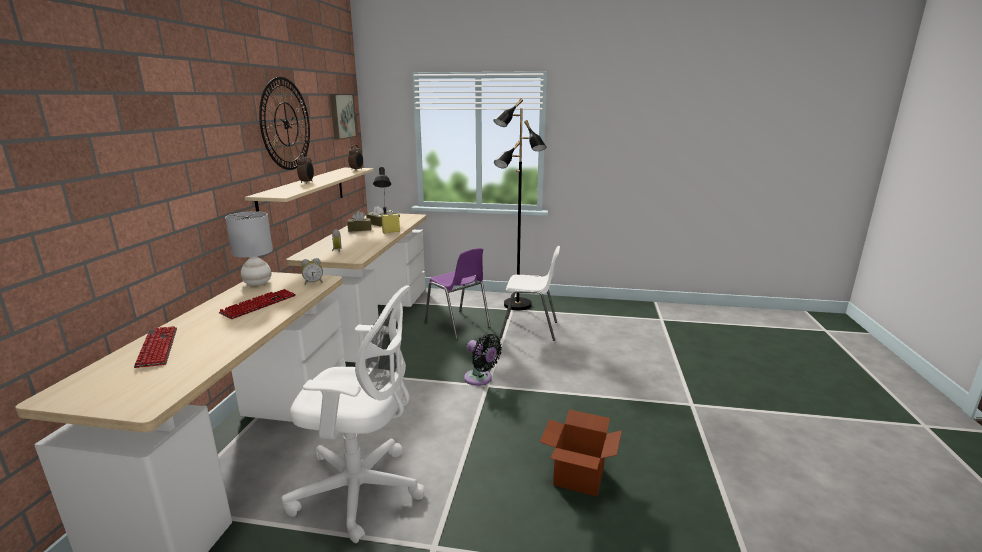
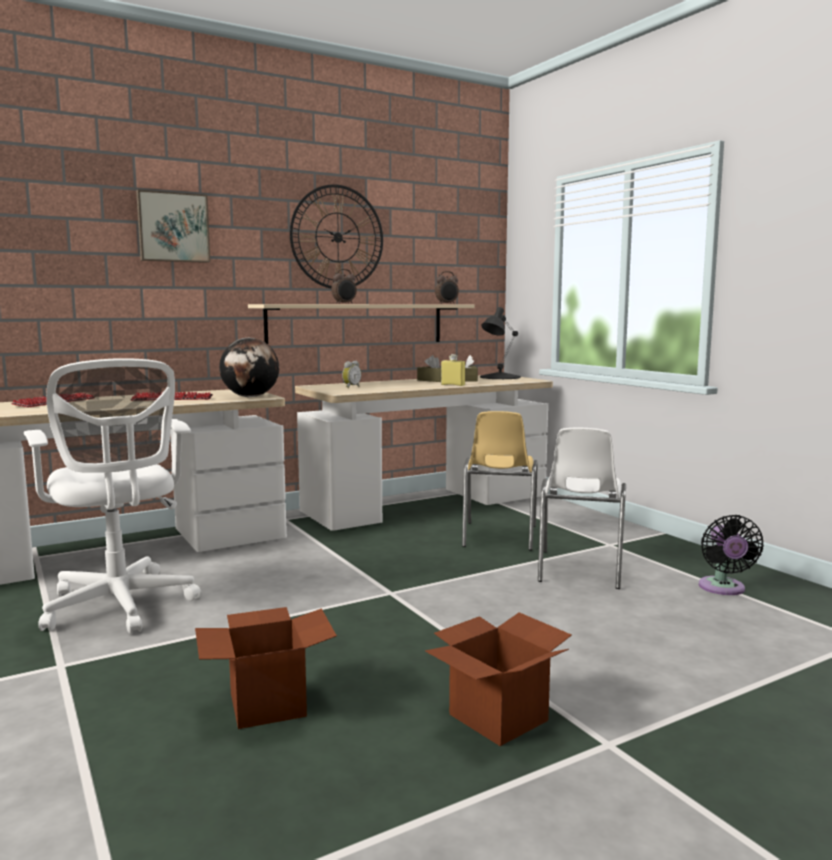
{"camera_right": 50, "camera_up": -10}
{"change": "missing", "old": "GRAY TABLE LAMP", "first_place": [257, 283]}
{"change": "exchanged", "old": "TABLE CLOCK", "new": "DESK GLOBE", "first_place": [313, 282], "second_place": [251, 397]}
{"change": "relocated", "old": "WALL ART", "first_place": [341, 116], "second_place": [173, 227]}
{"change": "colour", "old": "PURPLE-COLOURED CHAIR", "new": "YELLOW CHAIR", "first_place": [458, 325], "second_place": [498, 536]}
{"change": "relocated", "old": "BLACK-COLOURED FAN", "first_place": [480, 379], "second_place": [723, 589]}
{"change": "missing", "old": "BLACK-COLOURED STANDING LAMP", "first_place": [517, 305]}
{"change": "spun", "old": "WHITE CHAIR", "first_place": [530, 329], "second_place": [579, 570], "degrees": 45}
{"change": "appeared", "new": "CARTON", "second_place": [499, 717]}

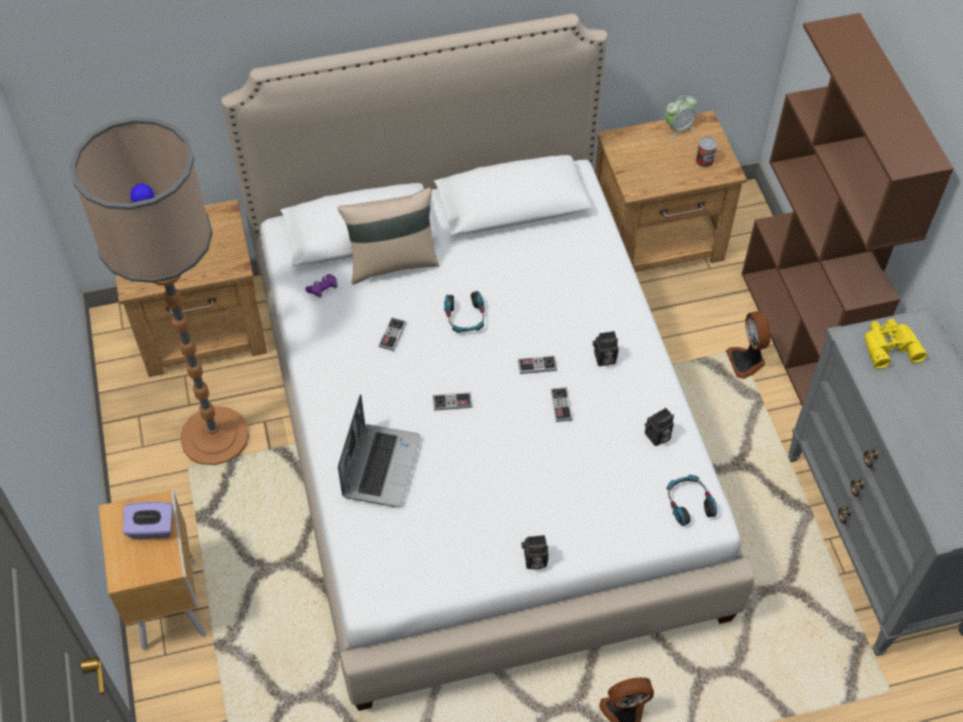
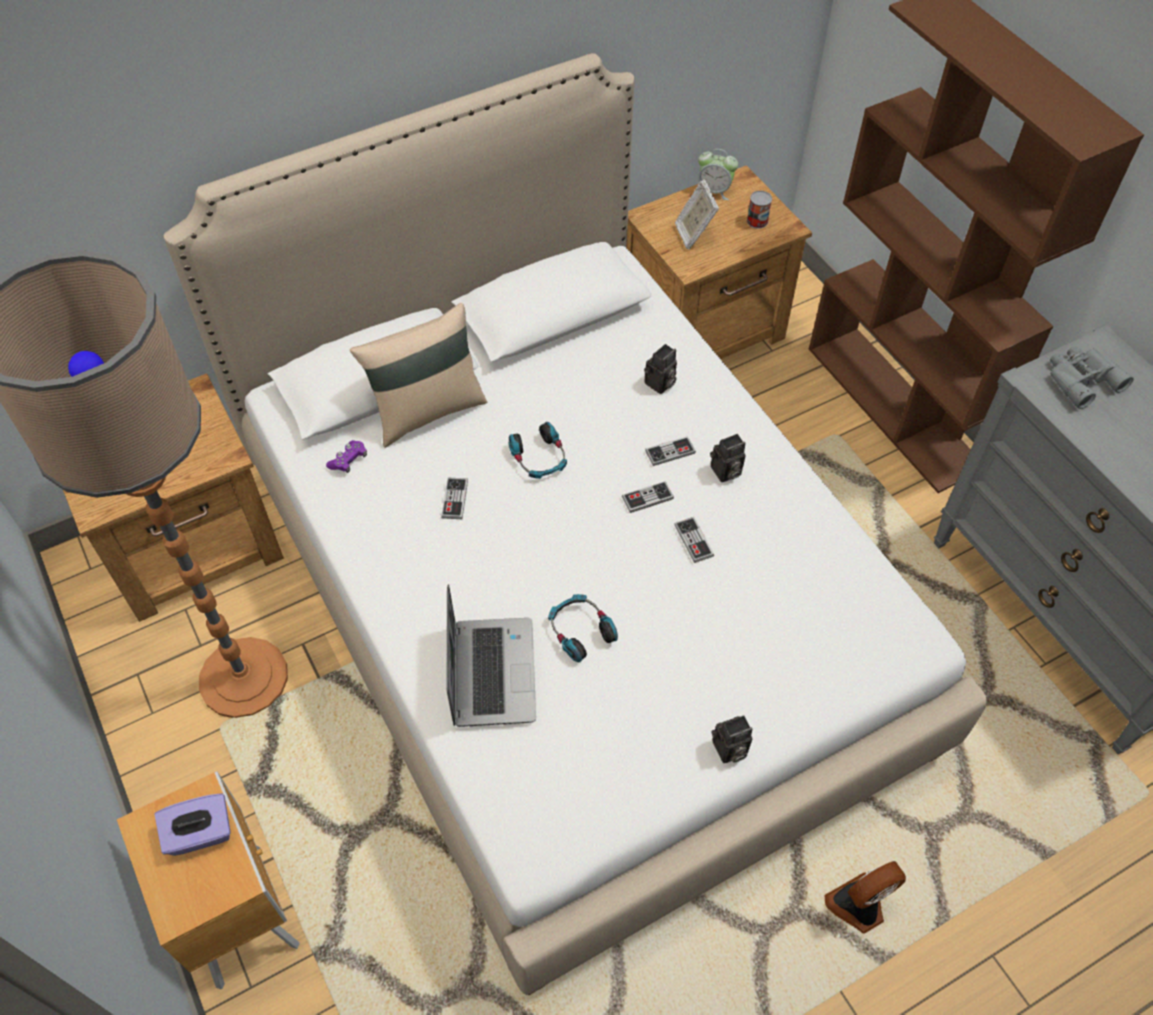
{"camera_right": -15, "camera_up": 0}
{"change": "relocated", "old": "GAME CONTROLLER", "first_place": [452, 402], "second_place": [670, 452]}
{"change": "relocated", "old": "STILL CAMERA", "first_place": [657, 437], "second_place": [660, 384]}
{"change": "spun", "old": "TABLE CLOCK", "first_place": [678, 128], "second_place": [714, 191], "degrees": 60}
{"change": "relocated", "old": "HEADSET", "first_place": [689, 503], "second_place": [580, 631]}
{"change": "missing", "old": "FAN", "first_place": [746, 361]}
{"change": "colour", "old": "YELLOW FIELD GLASSES", "new": "GRAY FIELD GLASSES", "first_place": [889, 345], "second_place": [1080, 379]}
{"change": "appeared", "new": "PICTURE FRAME", "second_place": [693, 234]}

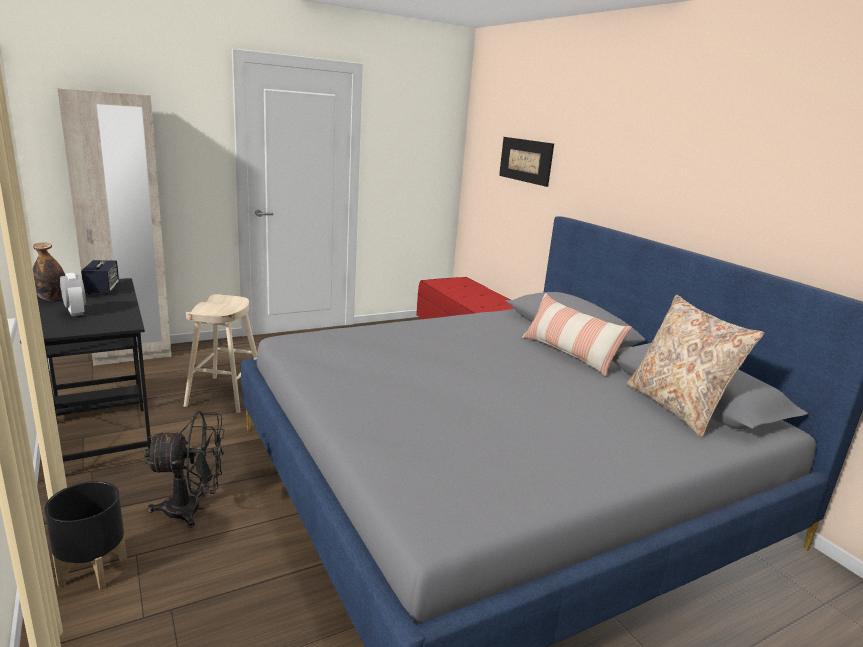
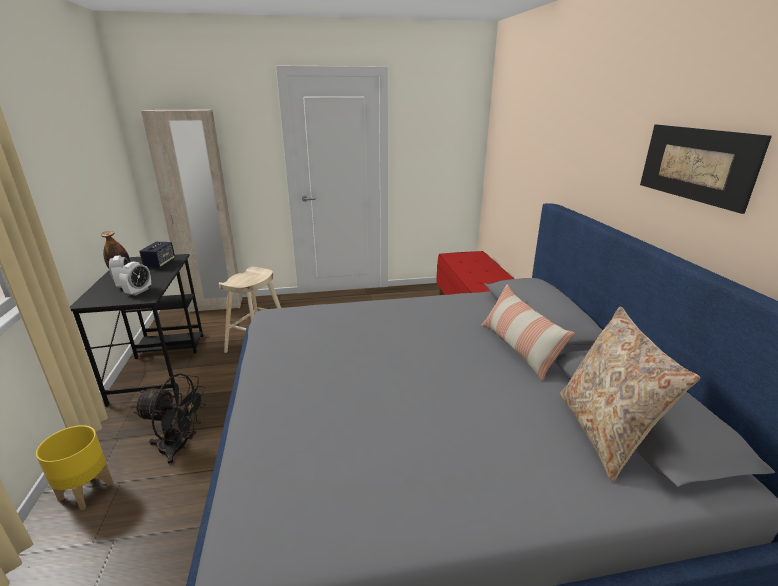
{"camera_right": 20, "camera_up": 5}
{"change": "colour", "old": "BLACK-COLOURED PLANTER", "new": "YELLOW PLANTER", "first_place": [92, 571], "second_place": [85, 491]}
{"change": "relocated", "old": "WALL ART", "first_place": [525, 160], "second_place": [696, 164]}
{"change": "appeared", "new": "TABLE CLOCK", "second_place": [139, 291]}

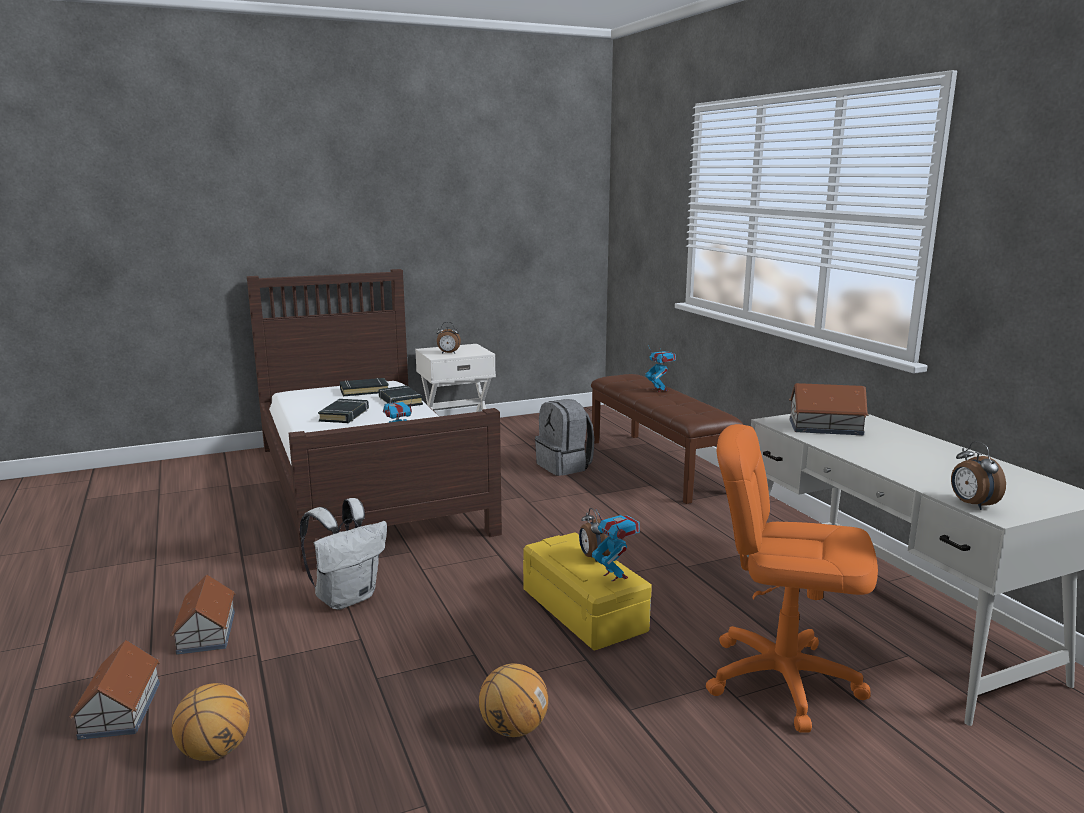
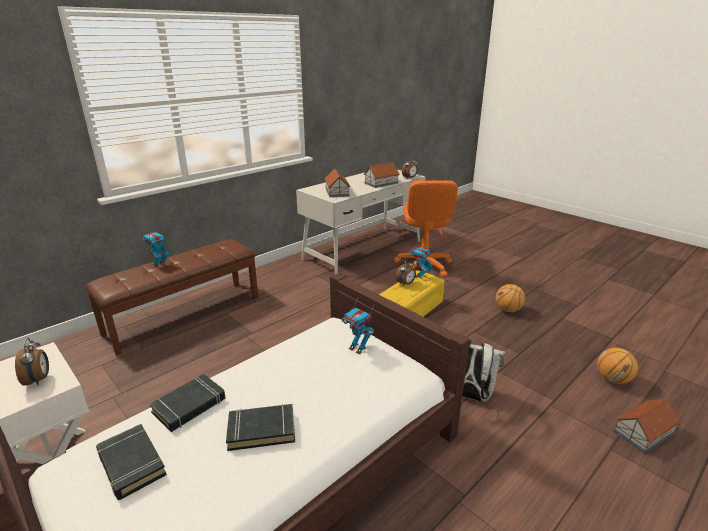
{"camera_right": -110, "camera_up": 10}
{"change": "relocated", "old": "MODEL HOUSE", "first_place": [206, 632], "second_place": [381, 183]}
{"change": "missing", "old": "GRAY RUCKSACK", "first_place": [564, 466]}

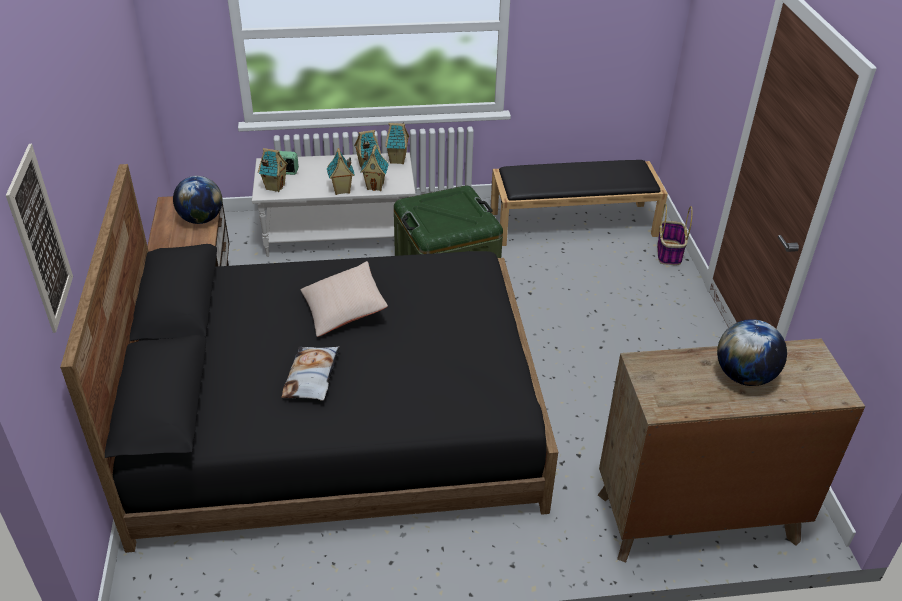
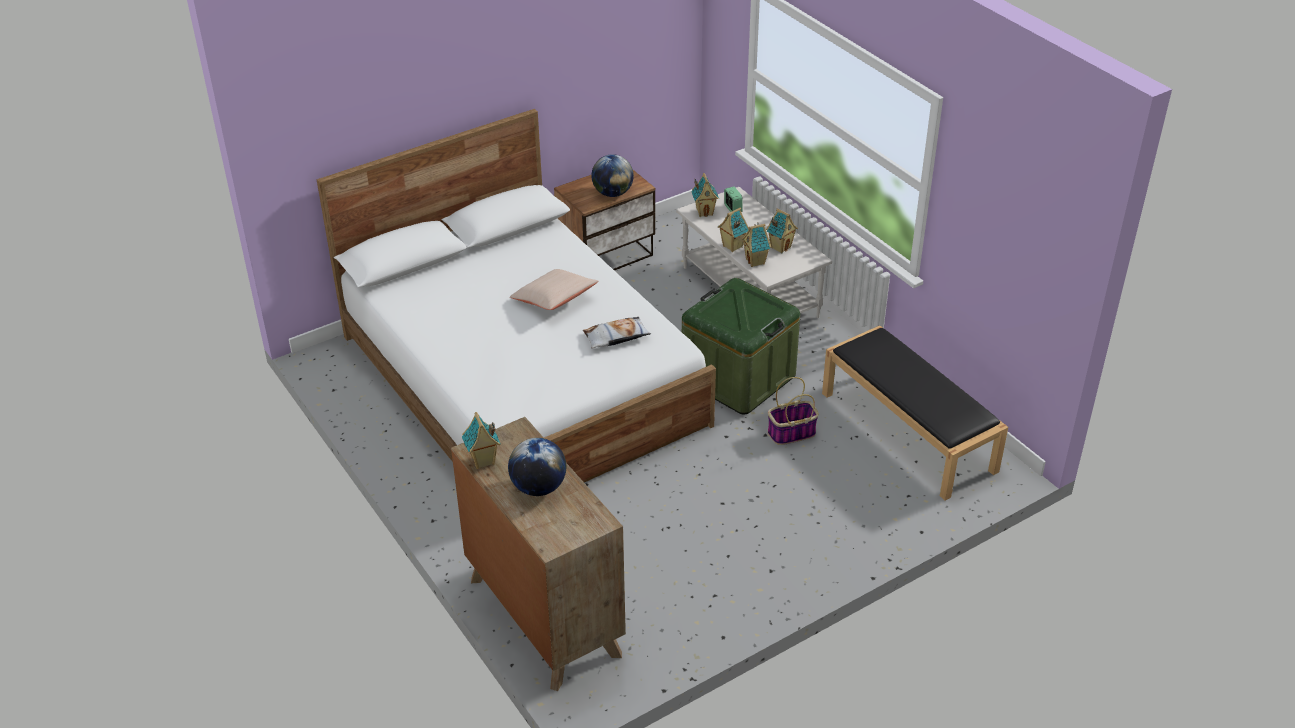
{"camera_right": 65, "camera_up": 0}
{"change": "missing", "old": "WALL ART", "first_place": [41, 240]}
{"change": "colour", "old": "BLACK-COLOURED SLEEPING BED", "new": "WHITE SLEEPING BED", "first_place": [336, 418], "second_place": [522, 379]}
{"change": "relocated", "old": "PILLOW", "first_place": [312, 377], "second_place": [616, 337]}
{"change": "relocated", "old": "MODEL HOUSE", "first_place": [398, 160], "second_place": [483, 461]}
{"change": "relocated", "old": "STORAGE BASKET", "first_place": [669, 253], "second_place": [791, 433]}

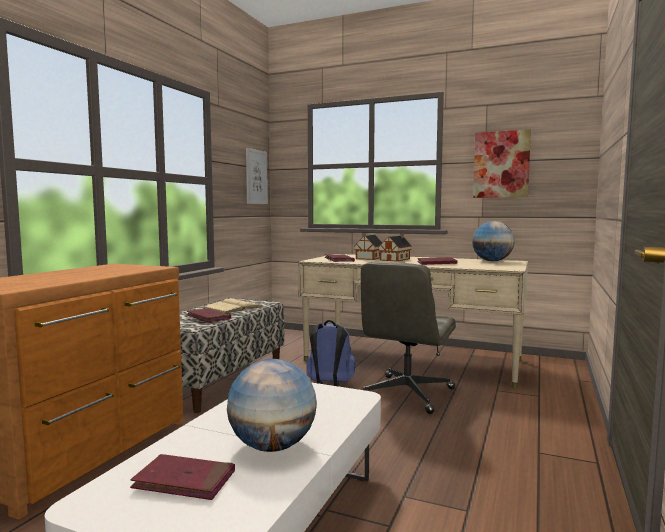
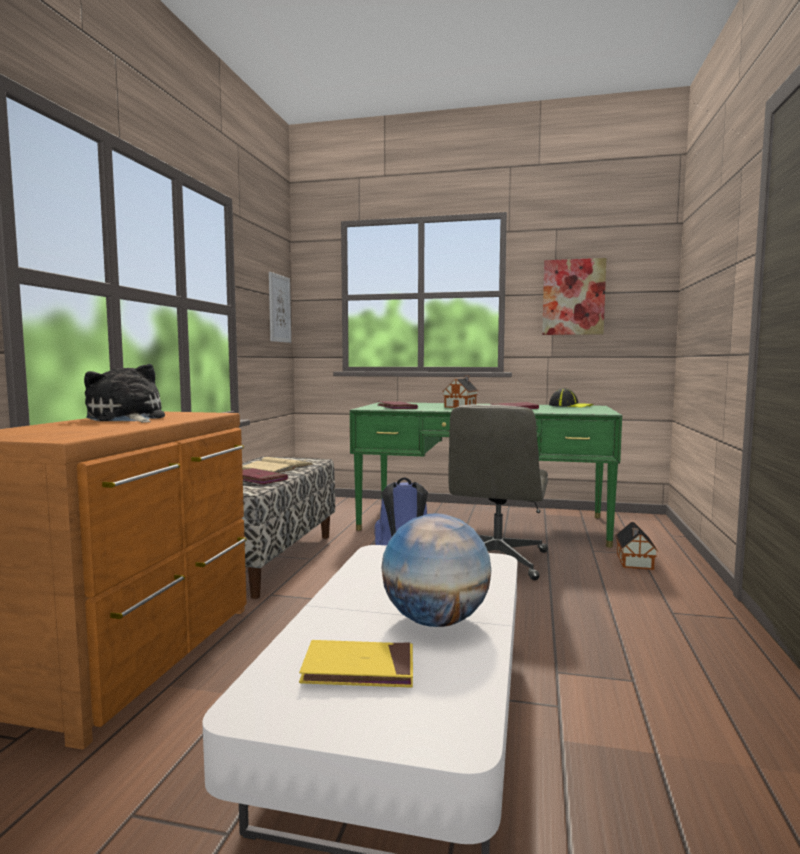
{"camera_right": -10, "camera_up": 0}
{"change": "colour", "old": "REDDISH VOLUME", "new": "YELLOW VOLUME", "first_place": [184, 481], "second_place": [359, 669]}
{"change": "colour", "old": "SAND-COLOURED DESK", "new": "GREENISH DESK", "first_place": [412, 360], "second_place": [482, 523]}
{"change": "relocated", "old": "MODEL HOUSE", "first_place": [368, 258], "second_place": [634, 562]}
{"change": "exchanged", "old": "DESK GLOBE", "new": "PEAKED CAP", "first_place": [492, 261], "second_place": [570, 406]}
{"change": "appeared", "new": "PLUSH TOY", "second_place": [127, 419]}

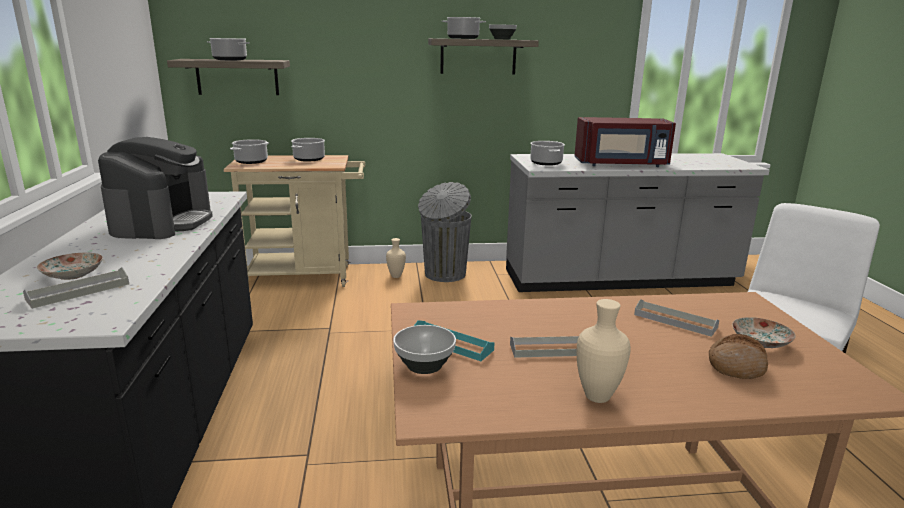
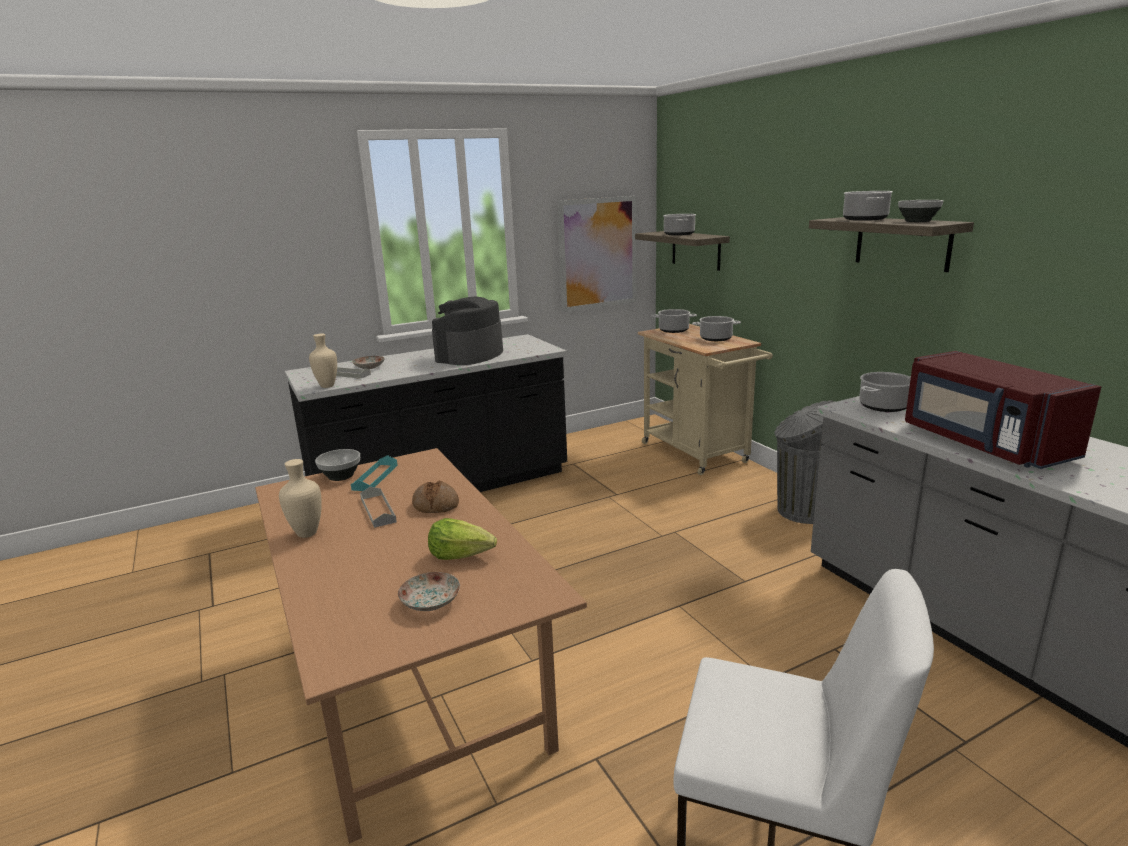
{"camera_right": 70, "camera_up": 0}
{"change": "spun", "old": "COFFEE MAKER", "first_place": [163, 222], "second_place": [469, 355], "degrees": 135}
{"change": "relocated", "old": "SAND-COLOURED VASE", "first_place": [396, 276], "second_place": [328, 386]}
{"change": "exchanged", "old": "GRAY TRAY", "new": "LETTUCE HEAD", "first_place": [675, 321], "second_place": [461, 555]}
{"change": "relocated", "old": "BAKERY BREAD", "first_place": [736, 366], "second_place": [436, 505]}
{"change": "appeared", "new": "WALL ART", "second_place": [597, 253]}

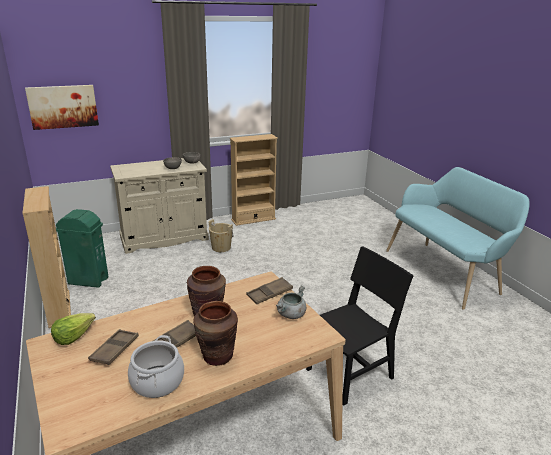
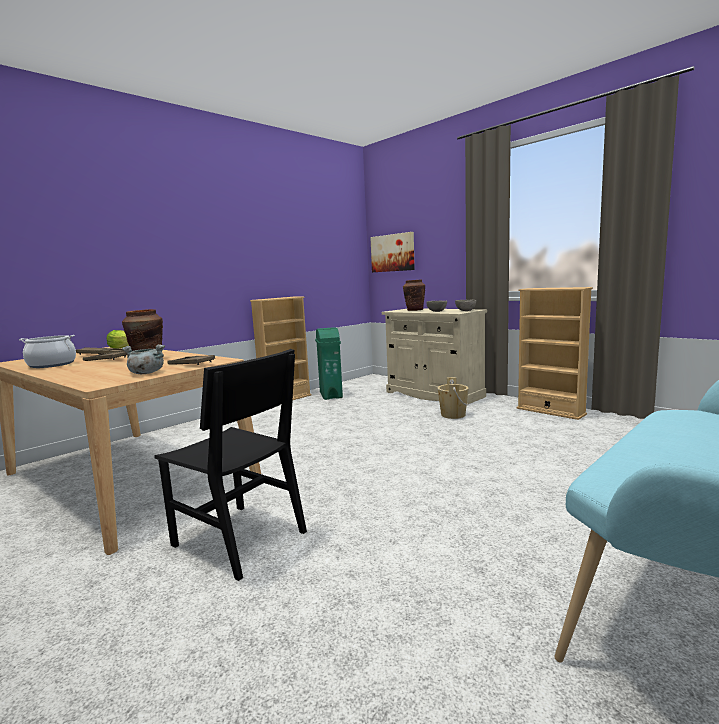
{"camera_right": 70, "camera_up": -15}
{"change": "relocated", "old": "BROWN-COLOURED VASE", "first_place": [217, 356], "second_place": [414, 310]}

